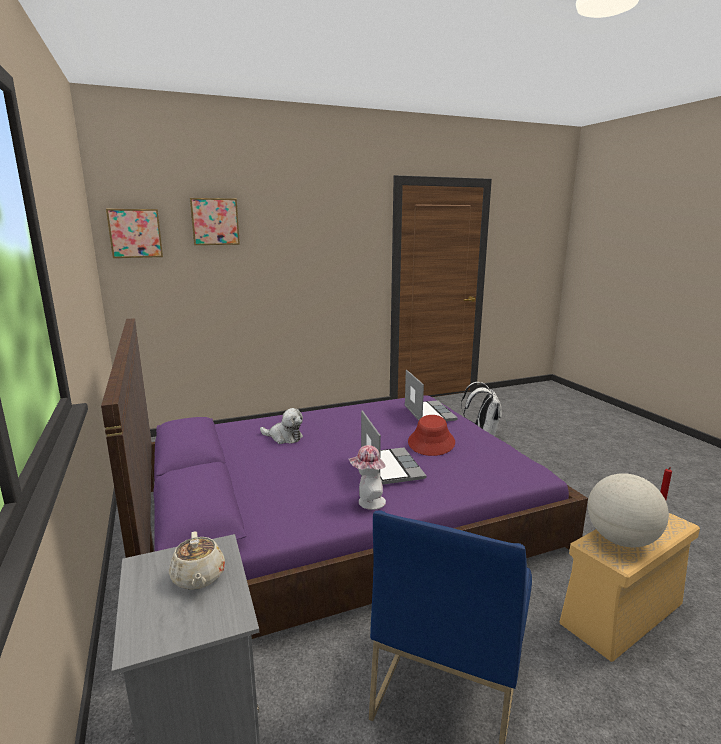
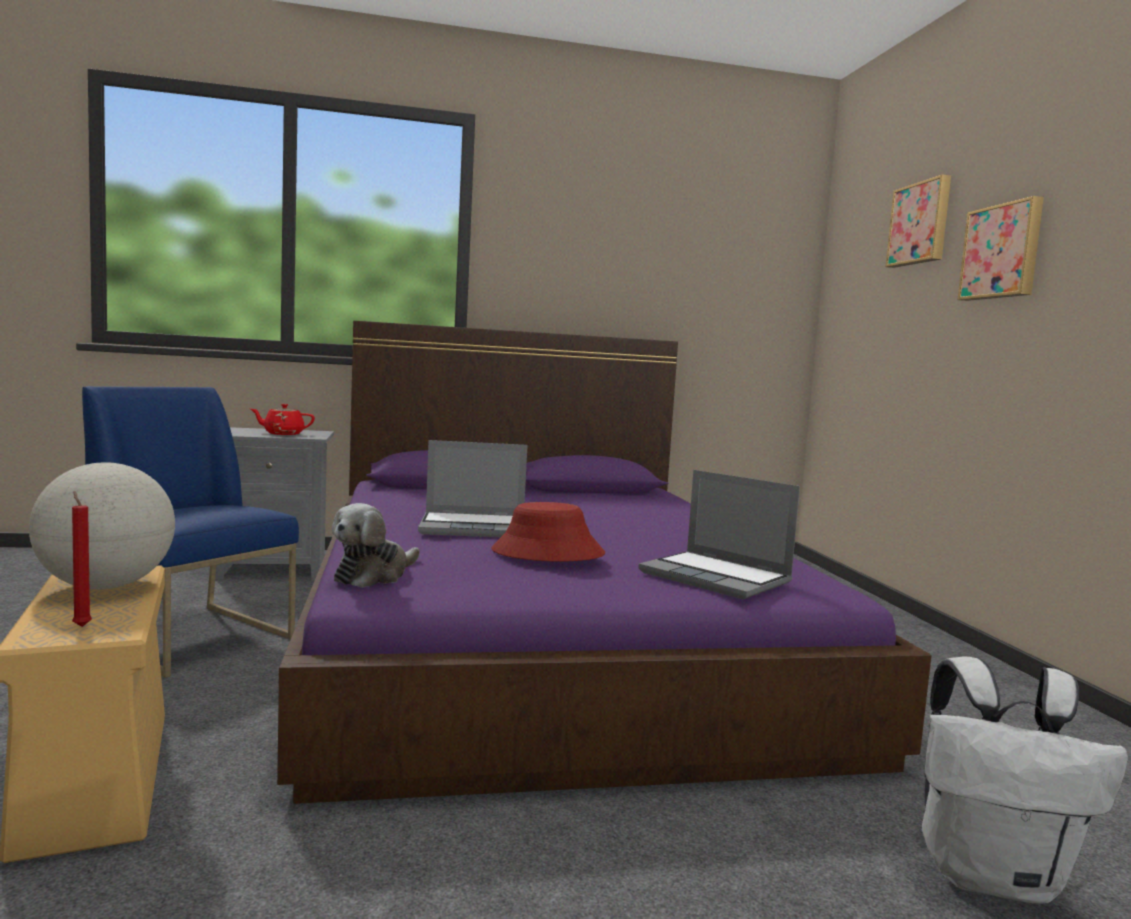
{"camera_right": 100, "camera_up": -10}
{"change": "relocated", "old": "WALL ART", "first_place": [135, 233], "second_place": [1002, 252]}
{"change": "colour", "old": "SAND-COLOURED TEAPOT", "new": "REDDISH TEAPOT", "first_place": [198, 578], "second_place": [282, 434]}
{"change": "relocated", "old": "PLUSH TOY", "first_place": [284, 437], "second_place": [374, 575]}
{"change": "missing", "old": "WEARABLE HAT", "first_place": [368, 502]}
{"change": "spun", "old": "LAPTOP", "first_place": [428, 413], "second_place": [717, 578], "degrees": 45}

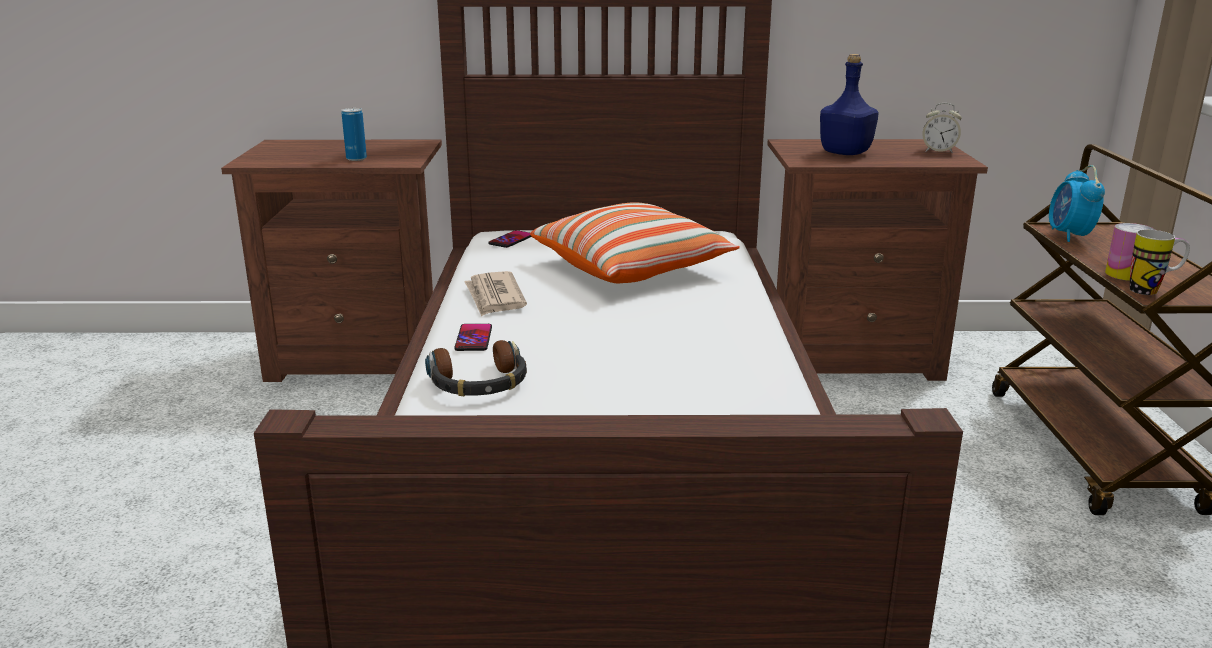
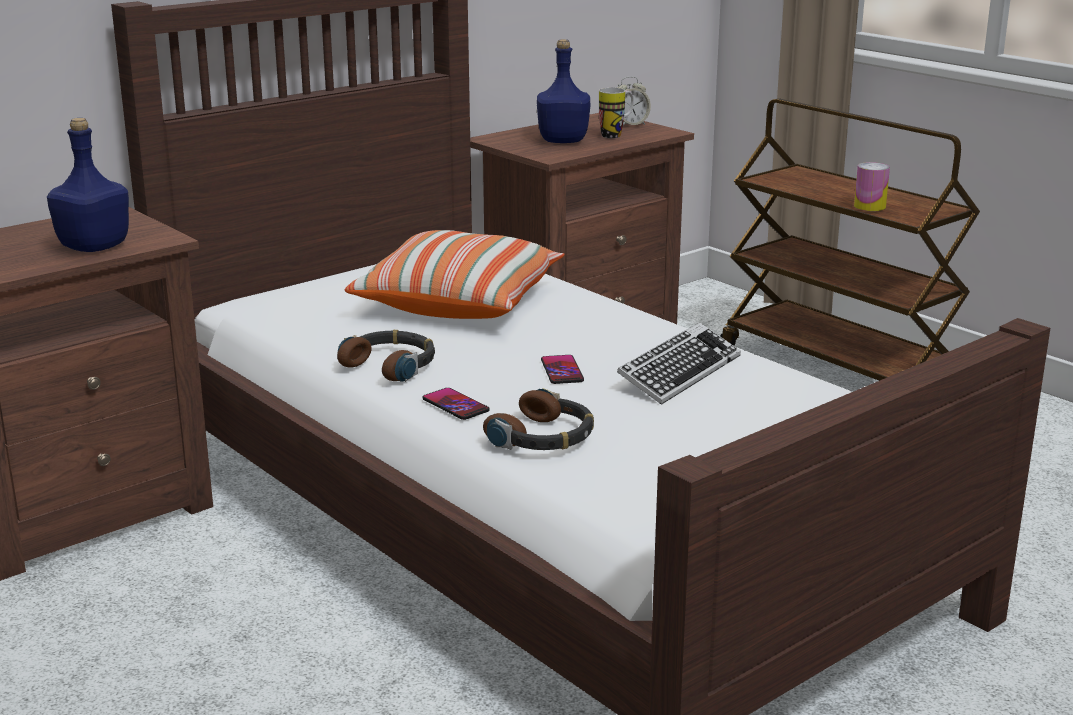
{"camera_right": -40, "camera_up": 0}
{"change": "exchanged", "old": "METAL CAN", "new": "BLUE-COLOURED BOTTLE", "first_place": [356, 159], "second_place": [93, 247]}
{"change": "exchanged", "old": "DAILY PAPER", "new": "HEADSET", "first_place": [494, 297], "second_place": [391, 365]}
{"change": "relocated", "old": "PHONE", "first_place": [511, 240], "second_place": [562, 371]}
{"change": "missing", "old": "TABLE CLOCK", "first_place": [1069, 236]}
{"change": "relocated", "old": "COFFEE MUG", "first_place": [1152, 291], "second_place": [616, 135]}
{"change": "appeared", "new": "PC KEYBOARD", "second_place": [679, 372]}

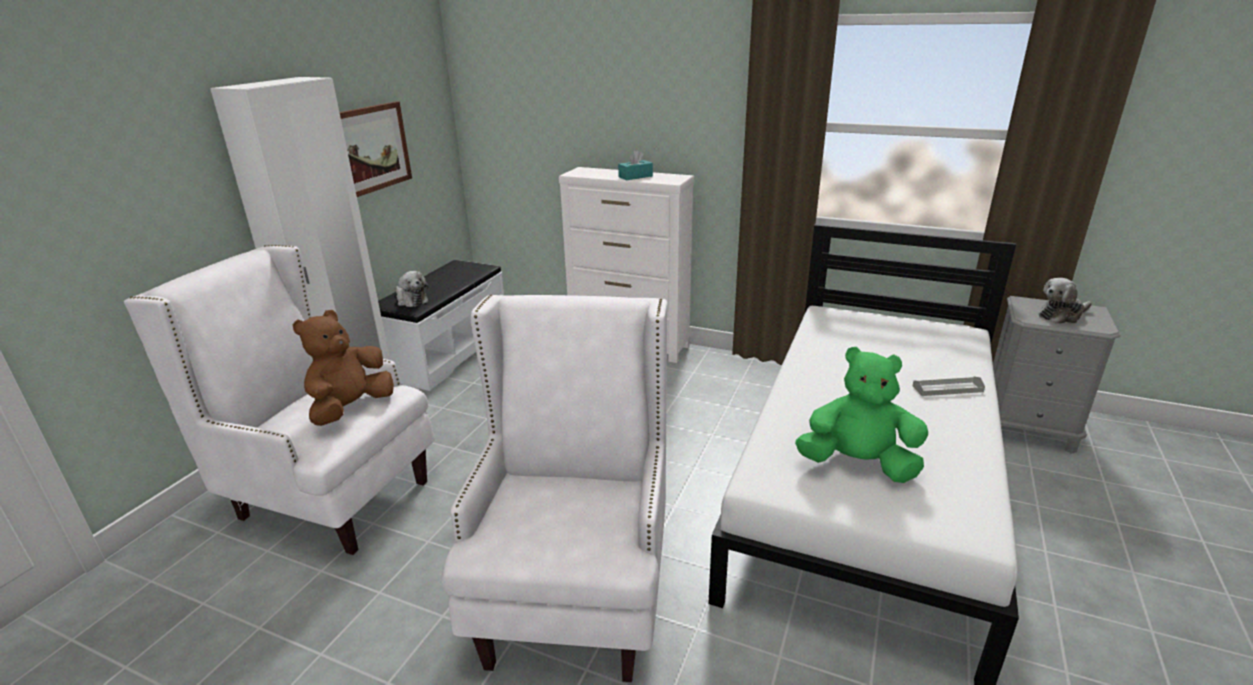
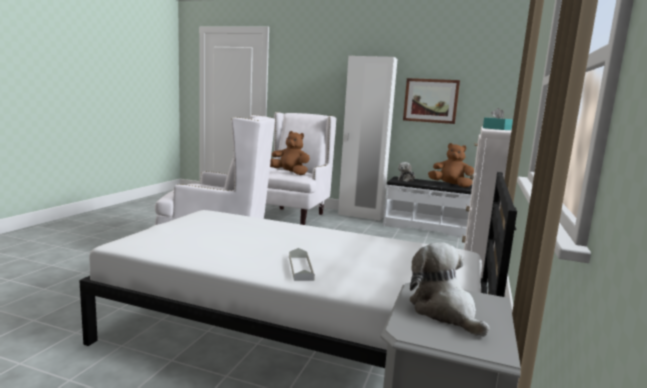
{"camera_right": 85, "camera_up": -15}
{"change": "missing", "old": "GREENISH PLUSH TOY", "first_place": [858, 464]}
{"change": "appeared", "new": "BROWN-COLOURED PLUSH TOY", "second_place": [450, 185]}

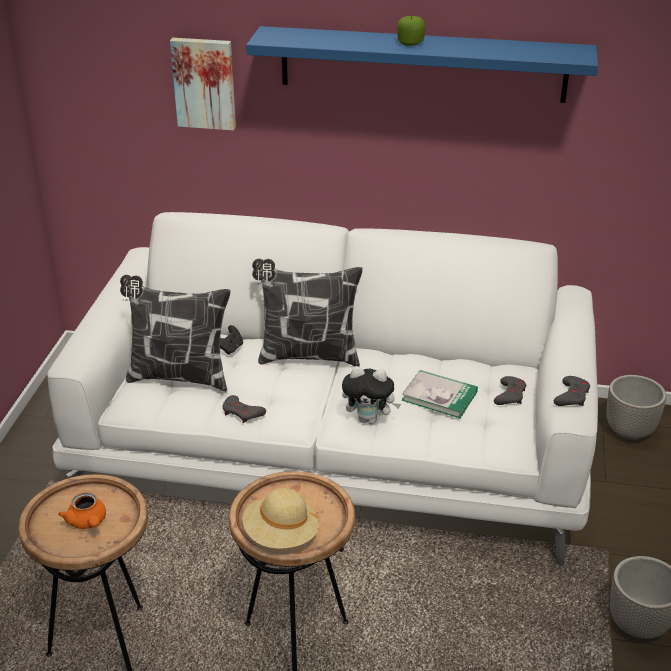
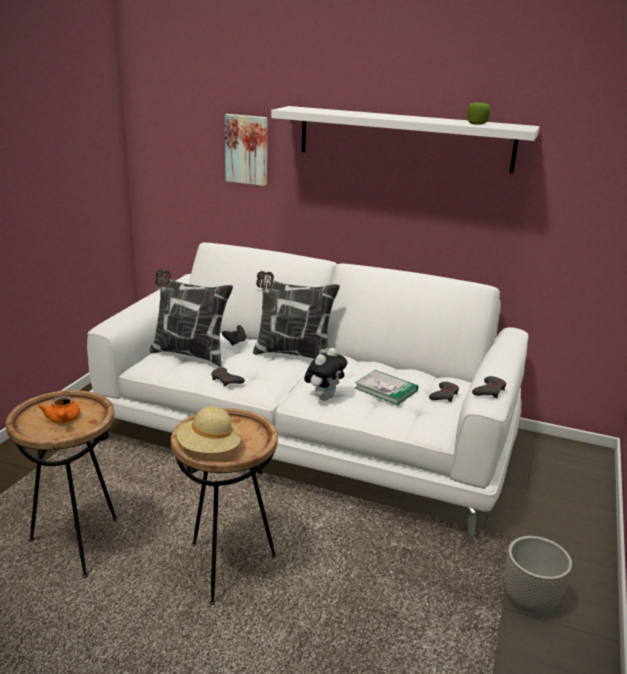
{"camera_right": 10, "camera_up": -10}
{"change": "colour", "old": "BLUE-COLOURED BRACKET SHELF", "new": "WHITE BRACKET SHELF", "first_place": [422, 64], "second_place": [404, 139]}
{"change": "spun", "old": "PLUSH TOY", "first_place": [369, 419], "second_place": [324, 397], "degrees": -75}
{"change": "relocated", "old": "APPLE FRUIT", "first_place": [410, 43], "second_place": [477, 123]}
{"change": "missing", "old": "PLANTER", "first_place": [630, 431]}

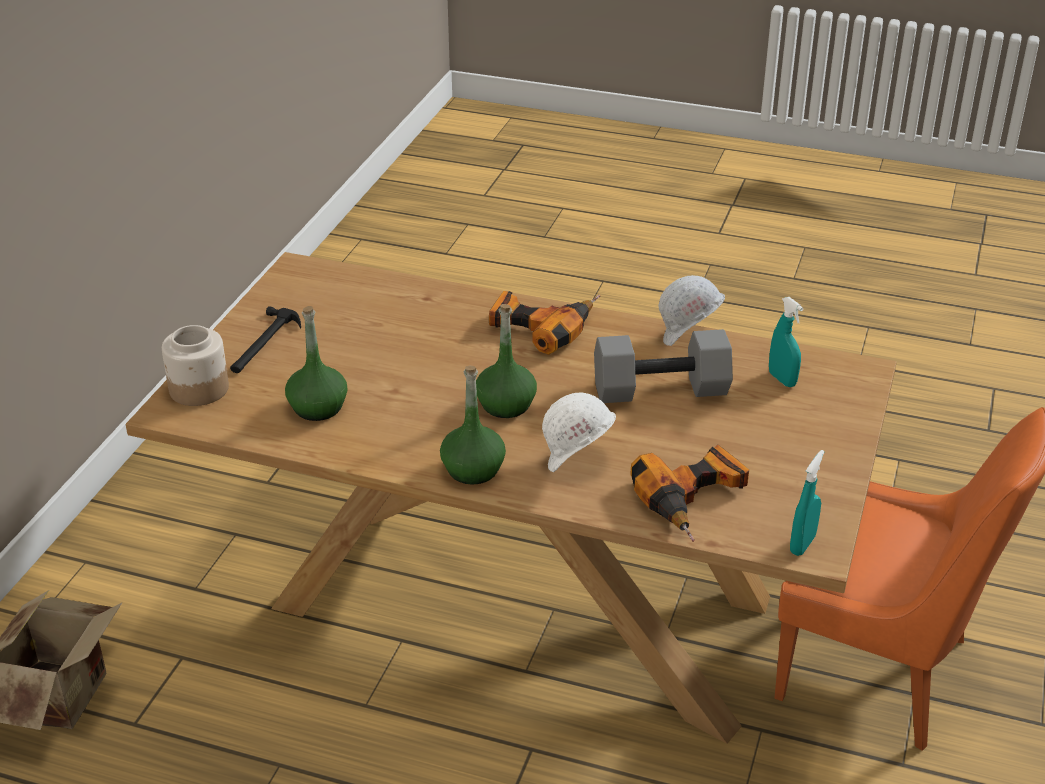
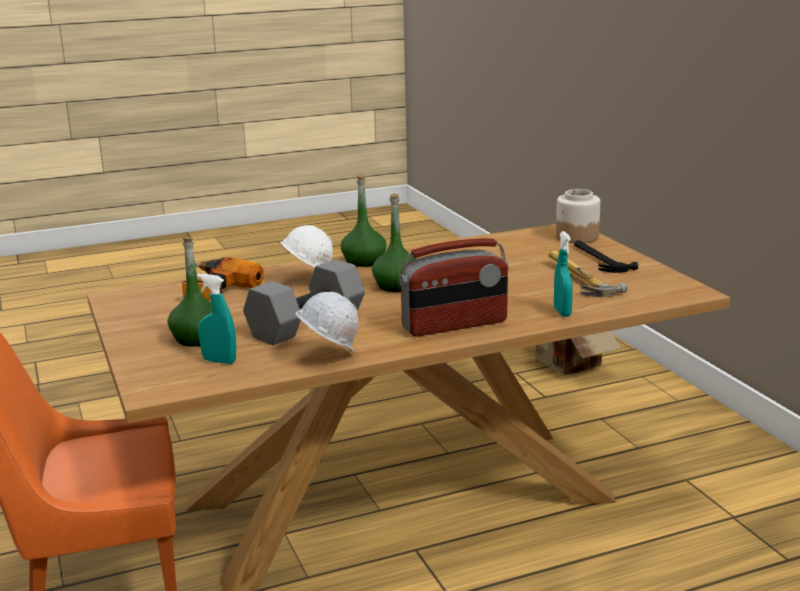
{"camera_right": 140, "camera_up": -15}
{"change": "relocated", "old": "GREENISH BOTTLE", "first_place": [317, 408], "second_place": [198, 338]}
{"change": "exchanged", "old": "POWER DRILL", "new": "RADIO", "first_place": [541, 326], "second_place": [455, 325]}
{"change": "relocated", "old": "BLUE-GREEN HAND SPRAYER", "first_place": [802, 544], "second_place": [562, 312]}
{"change": "appeared", "new": "HAMMER", "second_place": [575, 280]}

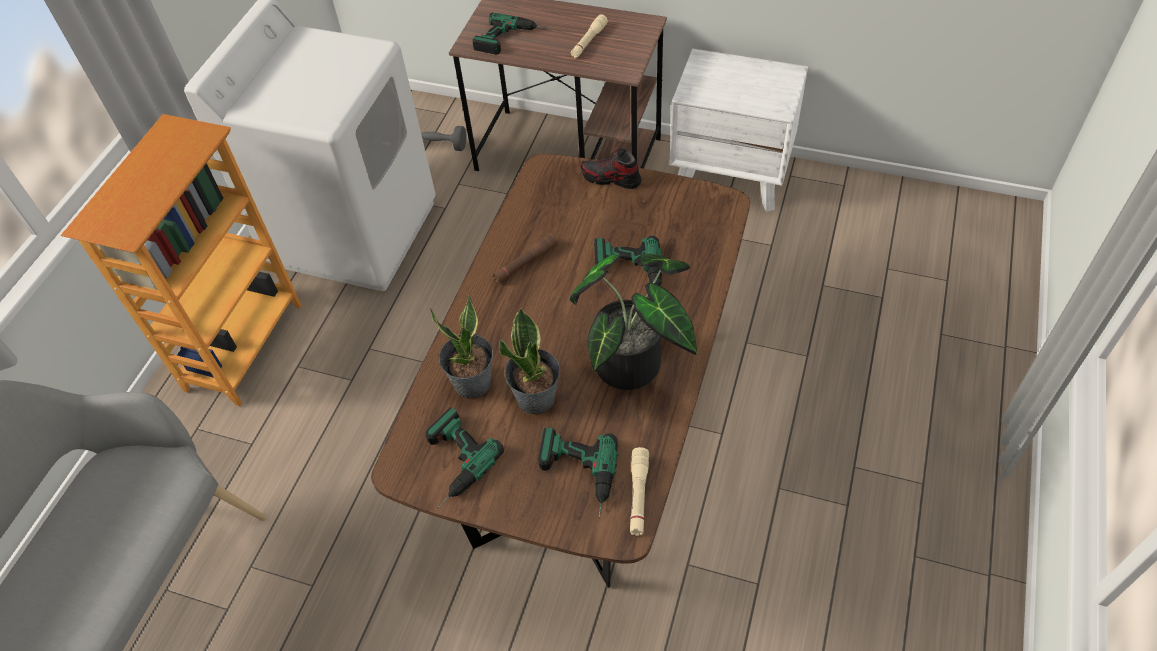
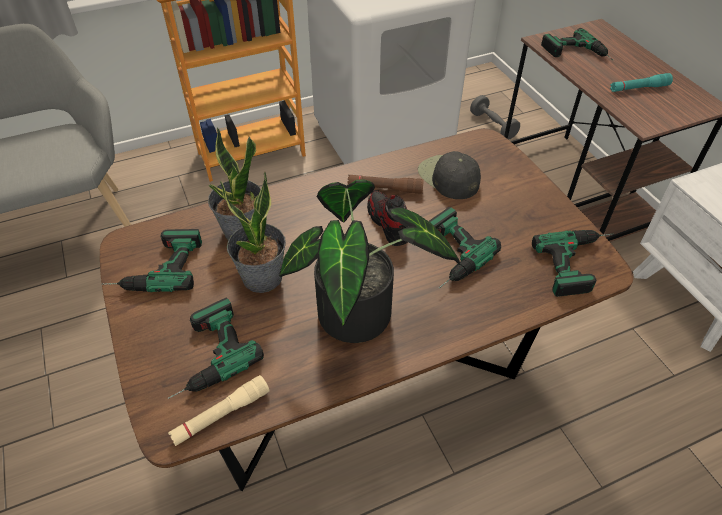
{"camera_right": 45, "camera_up": -5}
{"change": "colour", "old": "SAND-COLOURED TORCH", "new": "BLUE-GREEN TORCH", "first_place": [588, 41], "second_place": [638, 88]}
{"change": "relocated", "old": "LOW SHOE", "first_place": [611, 179], "second_place": [387, 223]}
{"change": "appeared", "new": "BLACK-COLOURED PEAKED CAP", "second_place": [448, 177]}
{"change": "appeared", "new": "POWER DRILL", "second_place": [581, 263]}

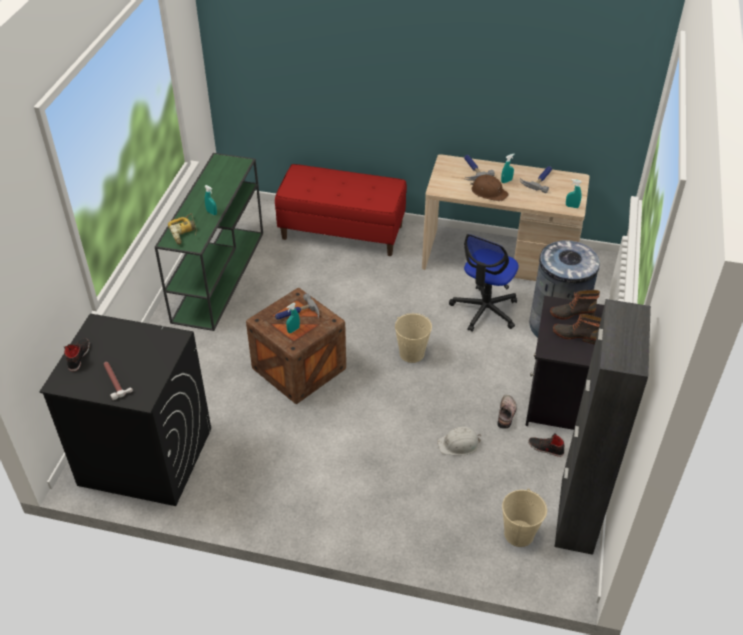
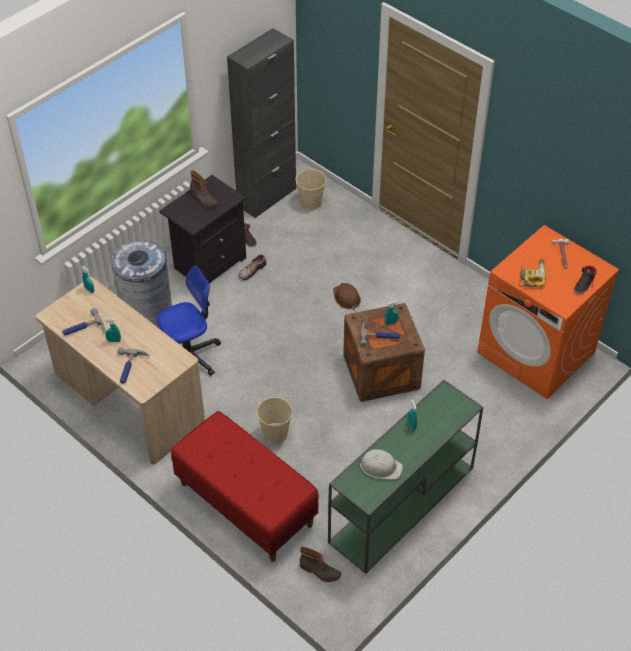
{"camera_right": -150, "camera_up": 5}
{"change": "colour", "old": "BLACK-COLOURED LAUNDRY APPLIANCE", "new": "ORANGEY LAUNDRY APPLIANCE", "first_place": [145, 456], "second_place": [536, 353]}
{"change": "relocated", "old": "POWER DRILL", "first_place": [184, 232], "second_place": [531, 276]}
{"change": "relocated", "old": "SAND-COLOURED WATER BUCKET", "first_place": [411, 353], "second_place": [275, 433]}
{"change": "relocated", "old": "WHITE SAFETY HELMET", "first_place": [459, 444], "second_place": [380, 467]}
{"change": "relocated", "old": "BROWN-COLOURED SAFETY HELMET", "first_place": [488, 192], "second_place": [346, 298]}
{"change": "relocated", "old": "HIGH-TOP BOOT", "first_place": [572, 313], "second_place": [319, 571]}

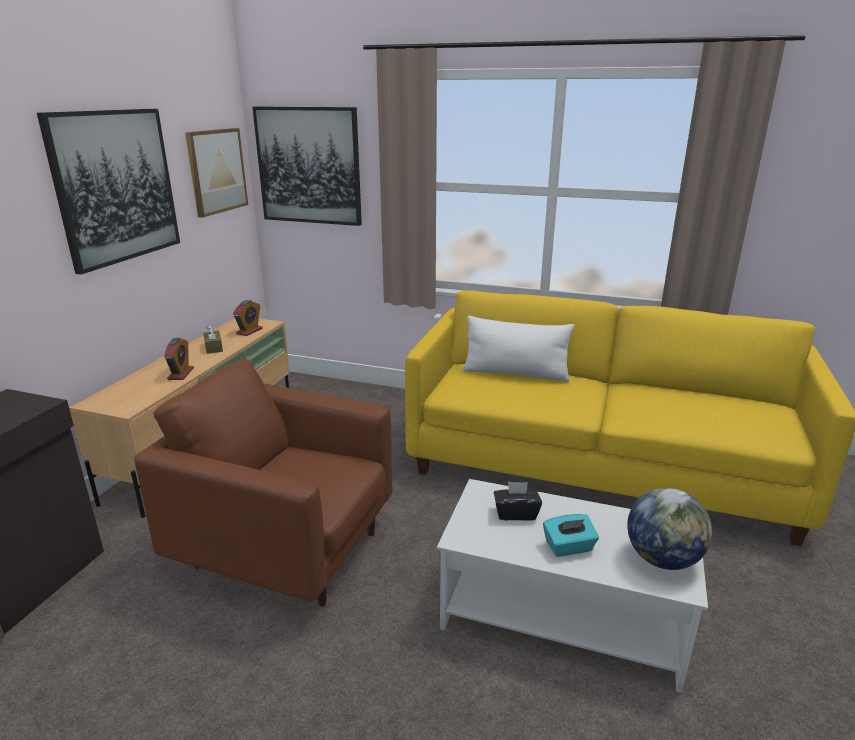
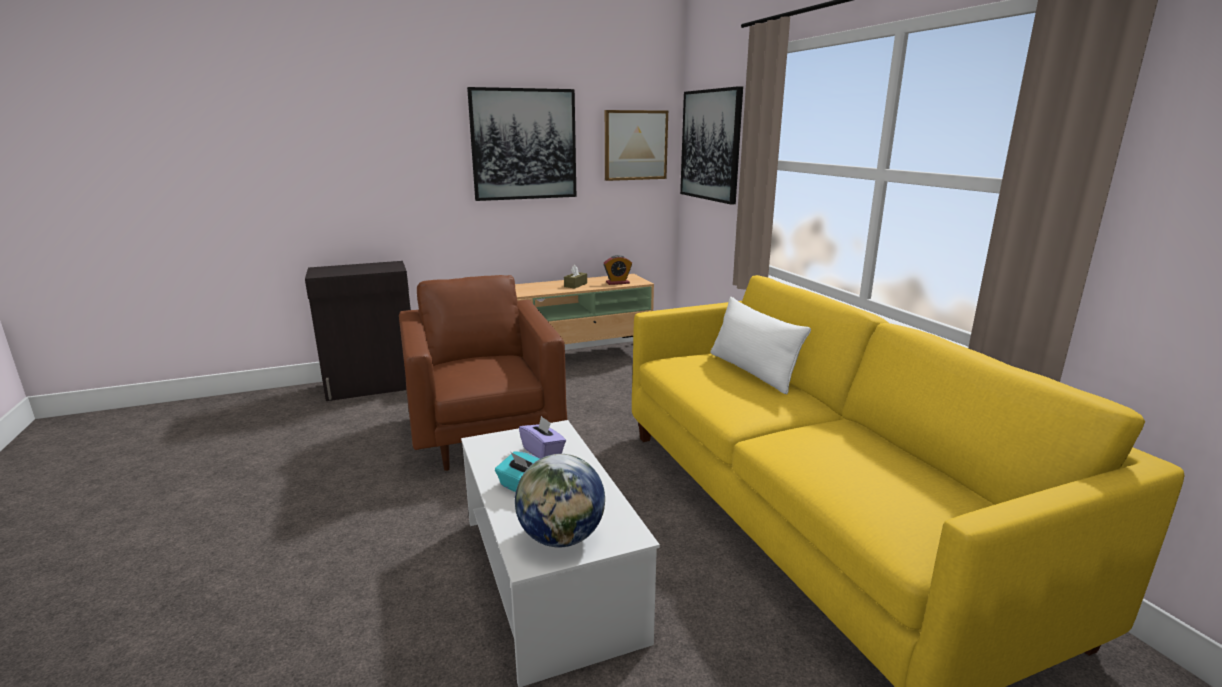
{"camera_right": 50, "camera_up": -5}
{"change": "missing", "old": "TABLE CLOCK", "first_place": [181, 374]}
{"change": "colour", "old": "BLACK-COLOURED BOX OF TISSUES", "new": "PURPLE-COLOURED BOX OF TISSUES", "first_place": [516, 513], "second_place": [543, 451]}

